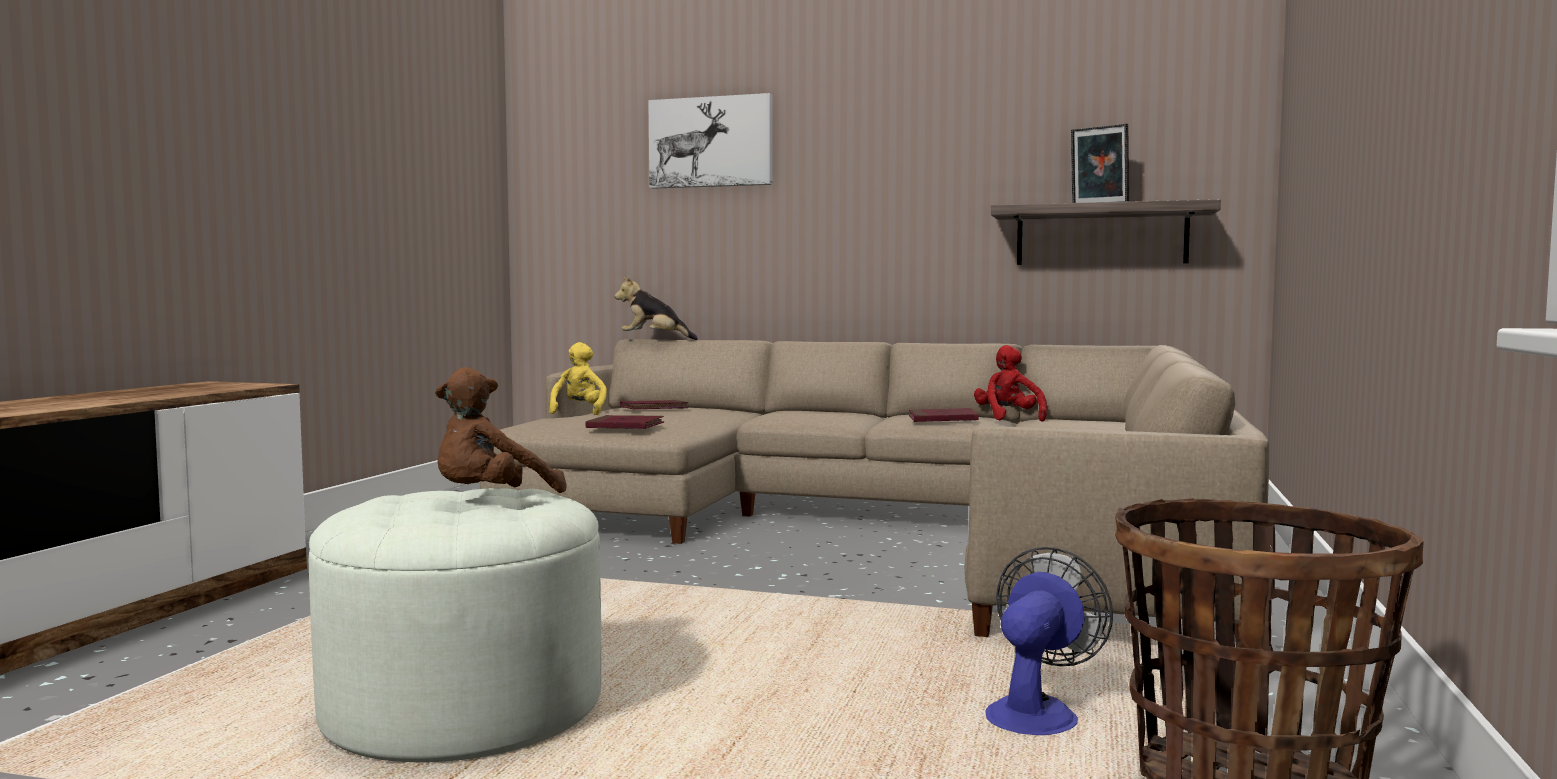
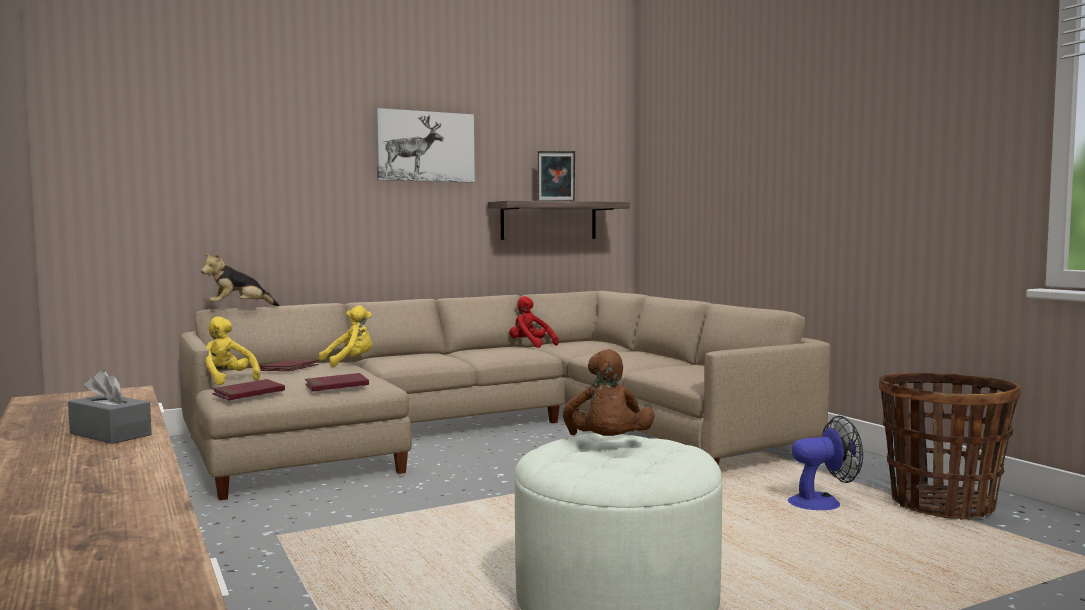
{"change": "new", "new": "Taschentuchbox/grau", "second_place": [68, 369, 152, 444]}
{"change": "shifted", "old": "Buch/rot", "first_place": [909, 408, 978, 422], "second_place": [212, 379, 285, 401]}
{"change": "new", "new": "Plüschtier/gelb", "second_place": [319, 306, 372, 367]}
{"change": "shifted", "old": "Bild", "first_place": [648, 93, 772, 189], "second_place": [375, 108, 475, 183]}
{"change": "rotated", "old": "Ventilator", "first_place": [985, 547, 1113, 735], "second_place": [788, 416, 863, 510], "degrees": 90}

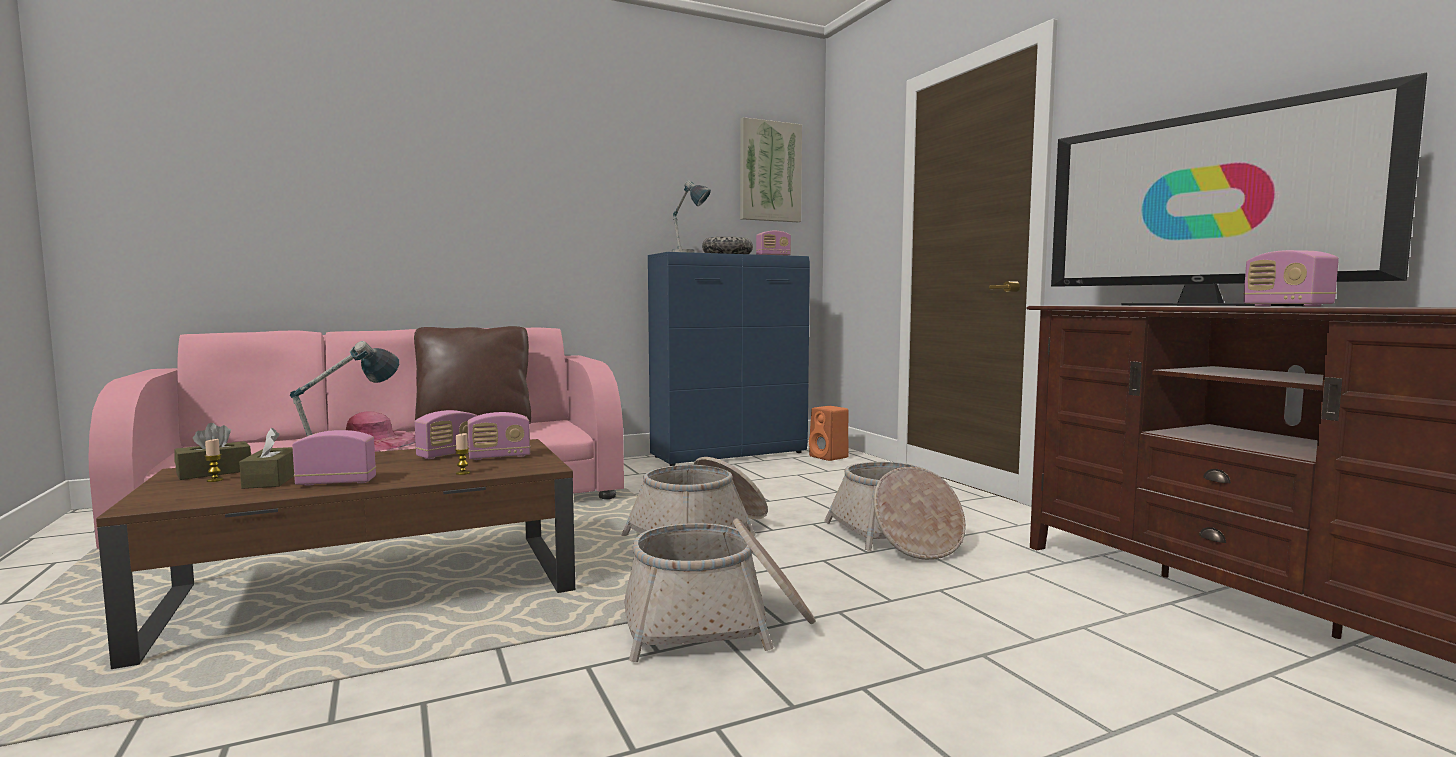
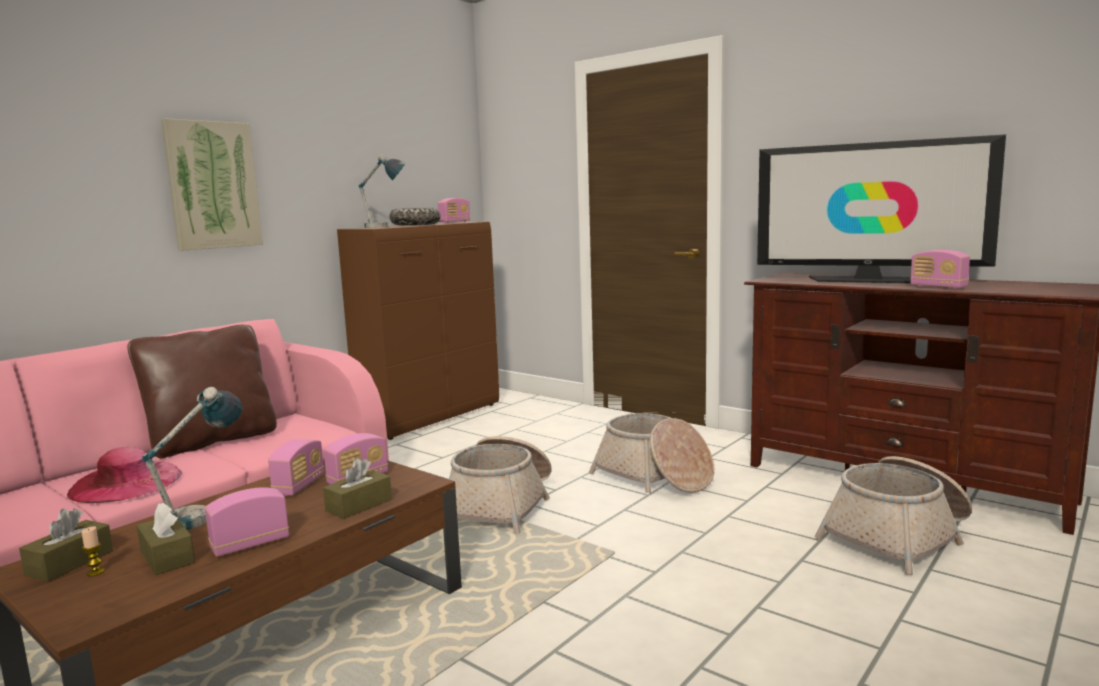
{"change": "shifted", "old": "Bild", "first_place": [740, 117, 802, 222], "second_place": [161, 118, 263, 251]}
{"change": "swapped", "old": "Kerze", "new": "Taschentuchbox/braun", "first_place": [455, 433, 470, 475], "second_place": [323, 458, 392, 519]}
{"change": "repainted", "old": "Schrank/blau", "new": "Schrank/braun", "first_place": [648, 252, 810, 466], "second_place": [337, 222, 499, 440]}
{"change": "shifted", "old": "Korb", "first_place": [624, 518, 815, 662], "second_place": [815, 456, 972, 575]}
{"change": "gone", "old": "Lautsprecher/orange", "first_place": [809, 406, 849, 461]}

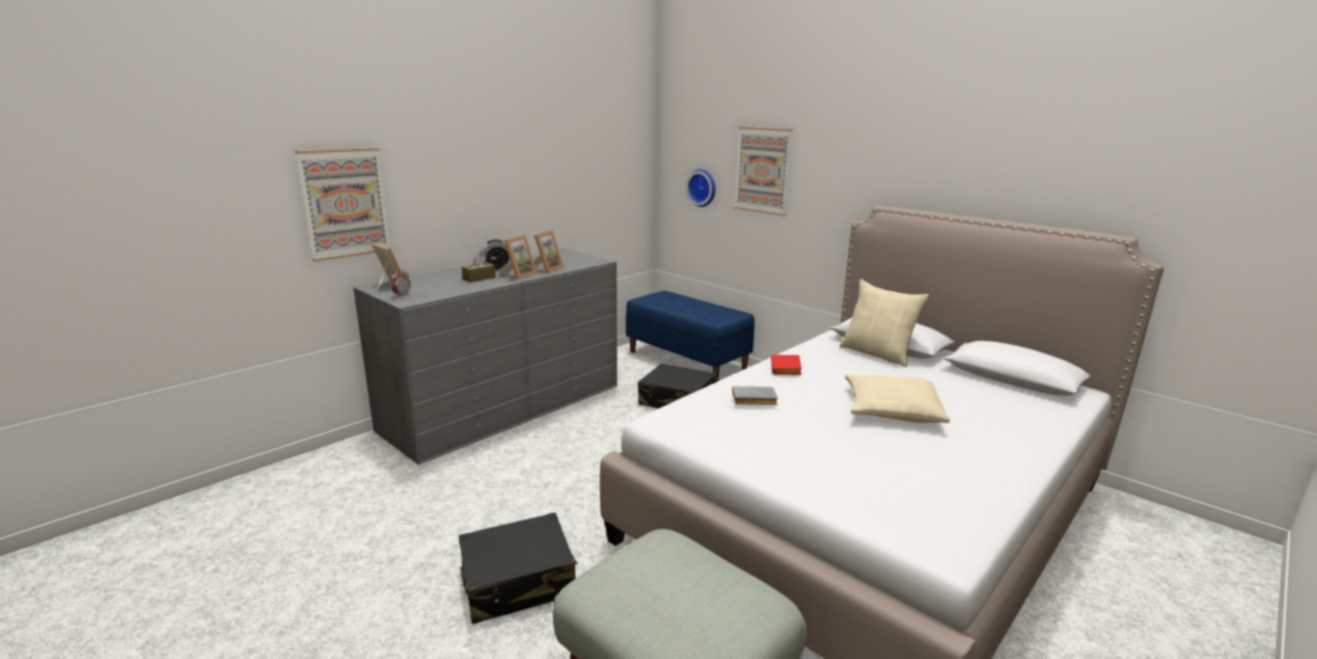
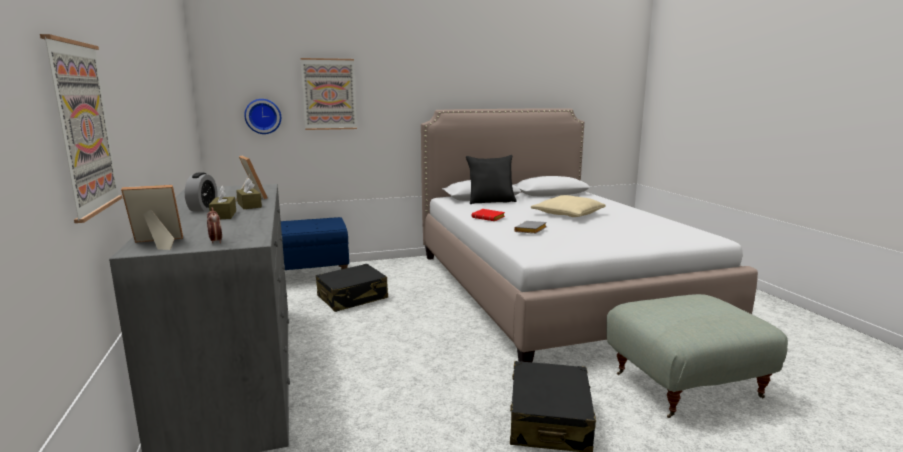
{"change": "swapped", "old": "Bilderrahmen", "new": "Taschentuchbox/braun", "first_place": [499, 235, 537, 280], "second_place": [236, 178, 262, 209]}
{"change": "repainted", "old": "Kissen/beige", "new": "Kissen/schwarz", "first_place": [839, 279, 929, 367], "second_place": [466, 155, 517, 204]}

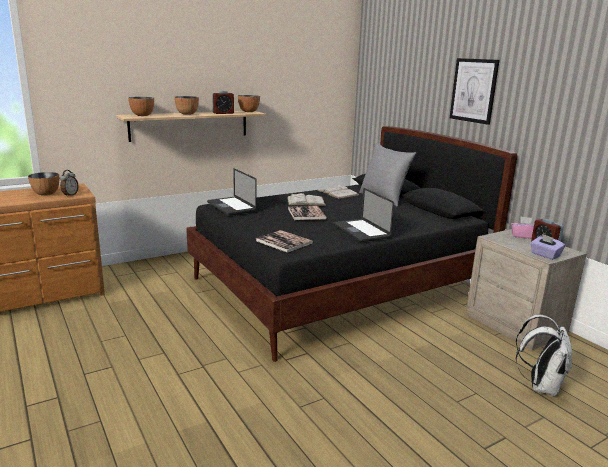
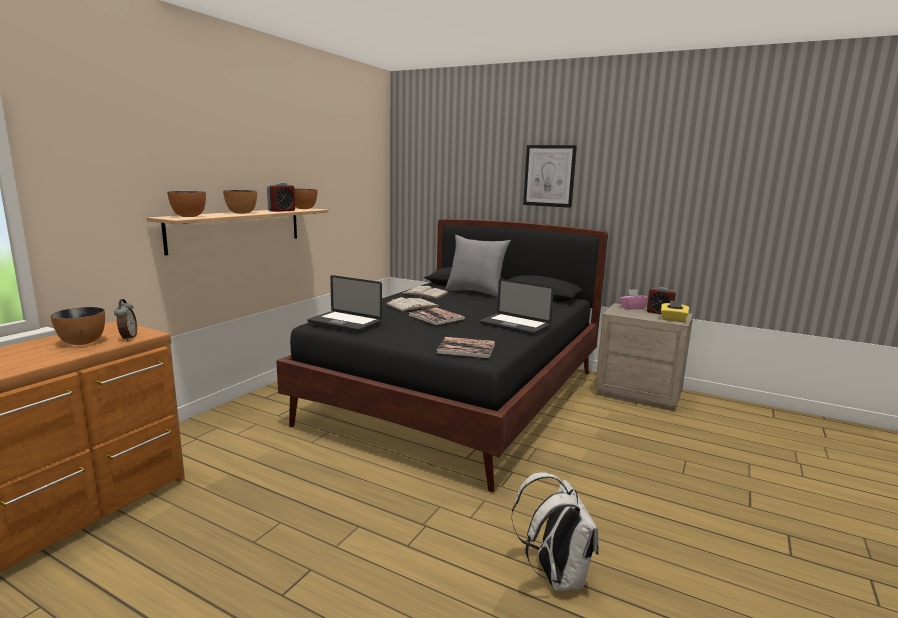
{"change": "shifted", "old": "Rucksack/weiß", "first_place": [516, 315, 572, 396], "second_place": [511, 472, 599, 591]}
{"change": "repainted", "old": "Taschentuchbox/lila", "new": "Taschentuchbox/gelb", "first_place": [530, 234, 565, 260], "second_place": [661, 300, 689, 322]}

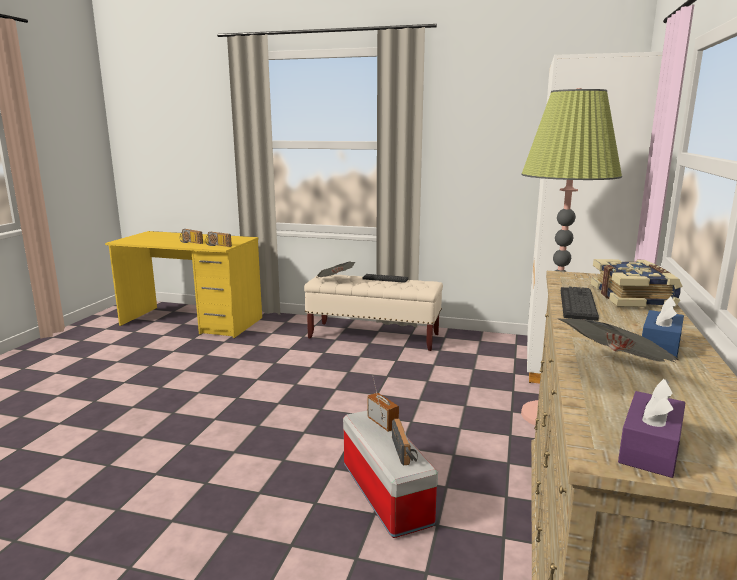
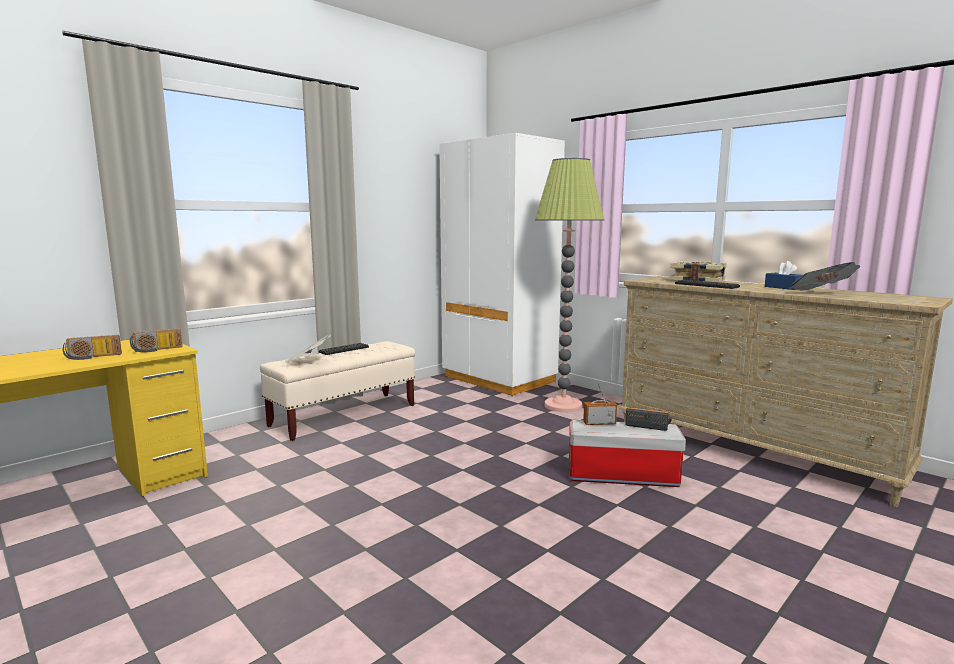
{"change": "gone", "old": "Taschentuchbox/lila", "first_place": [618, 379, 685, 478]}

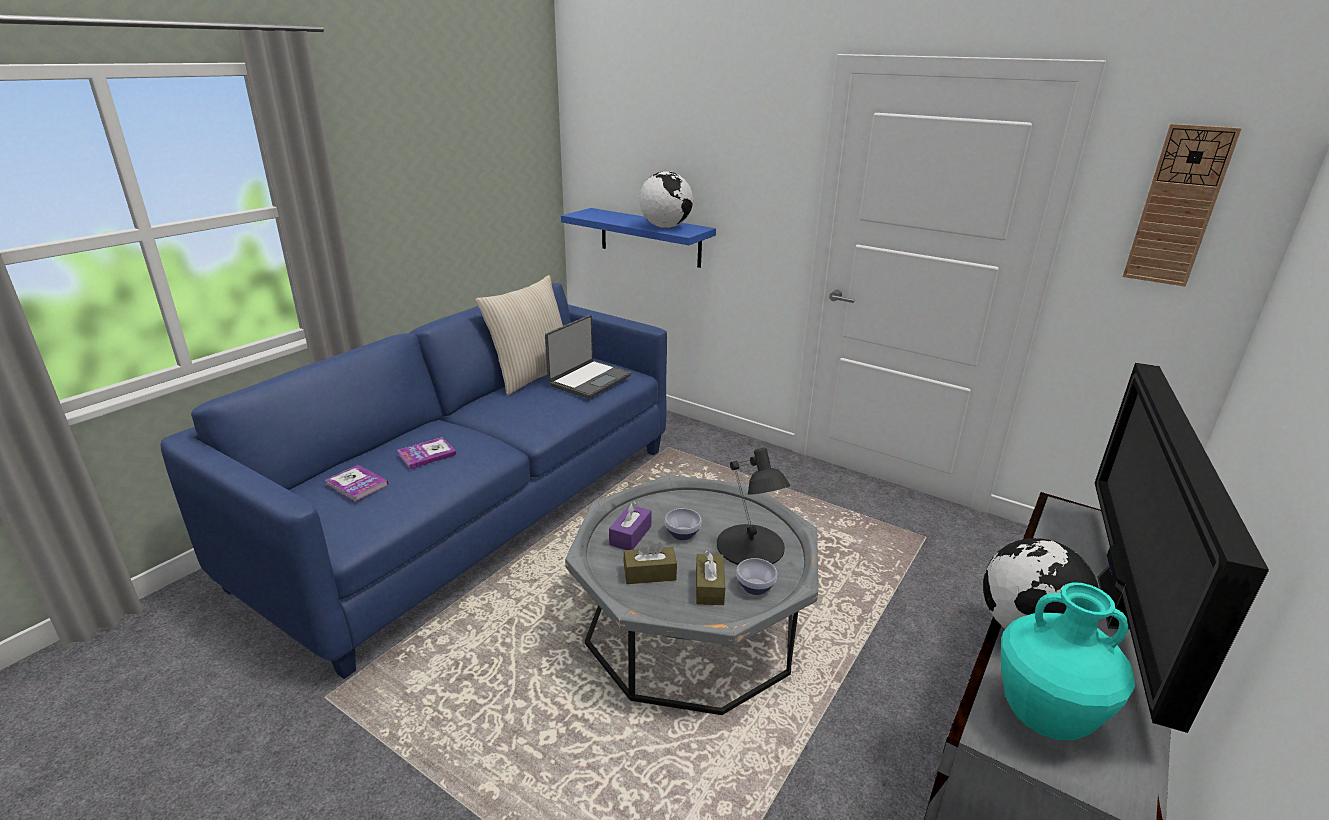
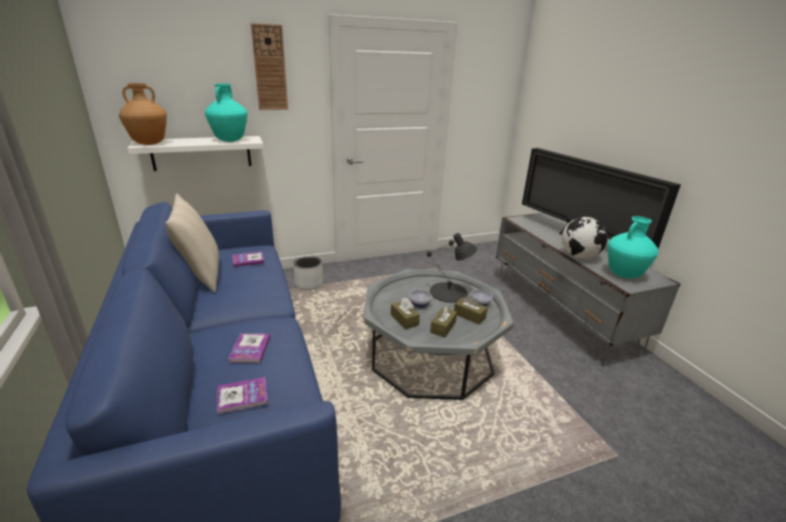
{"change": "new", "new": "Vase/braun", "second_place": [119, 83, 167, 145]}
{"change": "repainted", "old": "Wandregal/blau", "new": "Wandregal/weiß", "first_place": [561, 208, 716, 268], "second_place": [127, 136, 264, 171]}
{"change": "swapped", "old": "Globus", "new": "Vase/türkis", "first_place": [639, 171, 693, 228], "second_place": [205, 84, 248, 142]}
{"change": "swapped", "old": "Laptop", "new": "Buch", "first_place": [545, 315, 631, 399], "second_place": [232, 252, 264, 267]}
{"change": "shifted", "old": "Wanduhr", "first_place": [1123, 124, 1242, 287], "second_place": [251, 23, 288, 110]}
{"change": "new", "new": "Pflanzkübel/grau", "second_place": [294, 256, 323, 290]}
{"change": "repainted", "old": "Taschentuchbox/lila", "new": "Taschentuchbox/braun", "first_place": [609, 501, 652, 550], "second_place": [391, 298, 420, 329]}

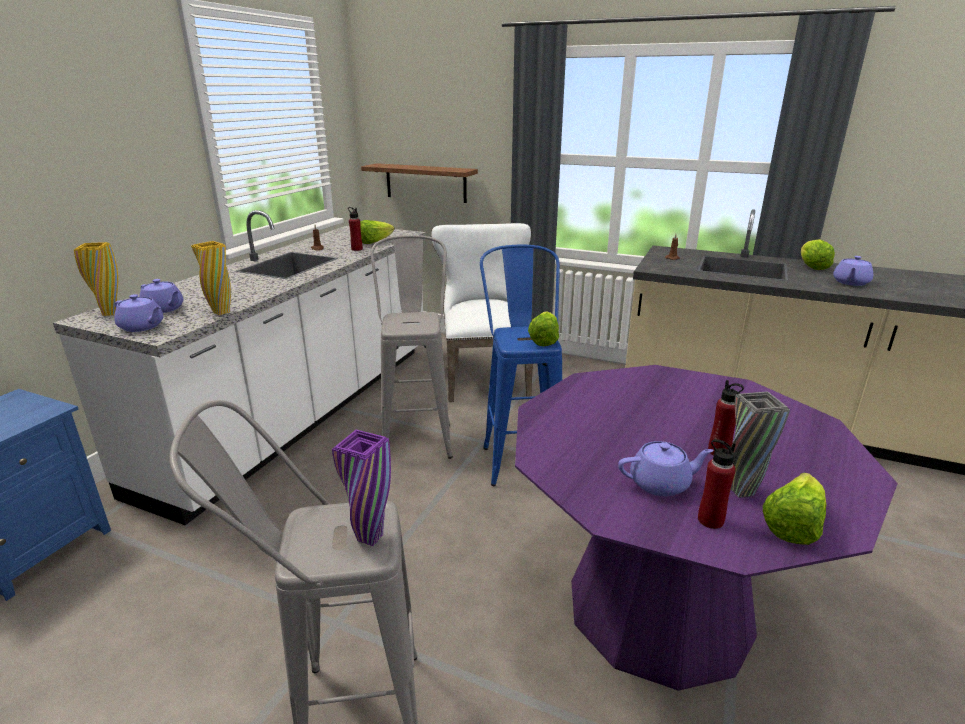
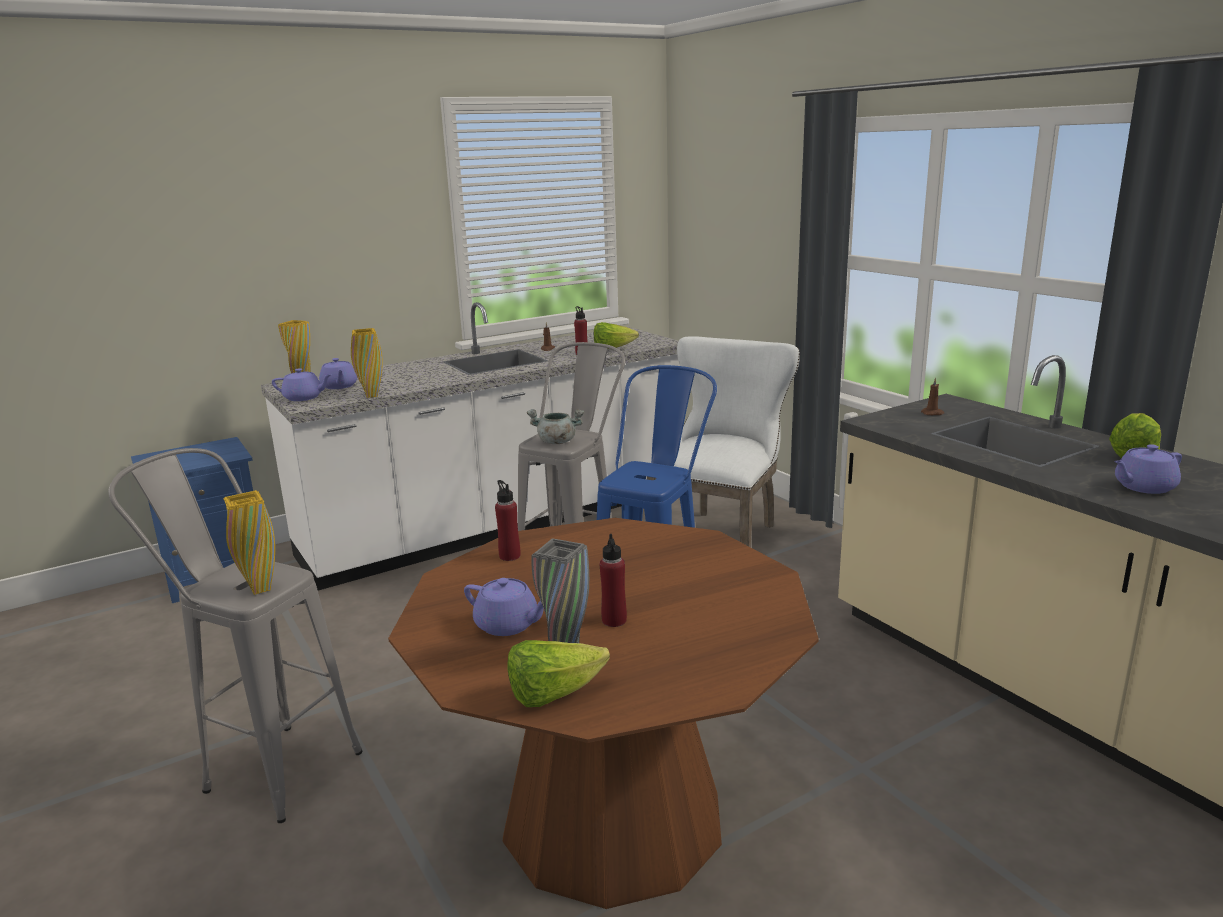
{"change": "repainted", "old": "Vase/lila", "new": "Vase/gelb", "first_place": [332, 430, 391, 546], "second_place": [223, 490, 275, 595]}
{"change": "rotated", "old": "Teekanne/lila", "first_place": [114, 294, 163, 332], "second_place": [272, 368, 332, 401], "degrees": -60}
{"change": "repainted", "old": "Esstisch/lila", "new": "Esstisch/braun", "first_place": [515, 365, 898, 691], "second_place": [388, 518, 819, 909]}
{"change": "shifted", "old": "Flasche/rot", "first_place": [698, 439, 736, 529], "second_place": [495, 480, 520, 561]}
{"change": "new", "new": "Kochtopf/grau", "second_place": [527, 409, 584, 444]}
{"change": "gone", "old": "Wandregal", "first_place": [361, 163, 478, 203]}
{"change": "gone", "old": "Salatkopf", "first_place": [528, 311, 559, 346]}

